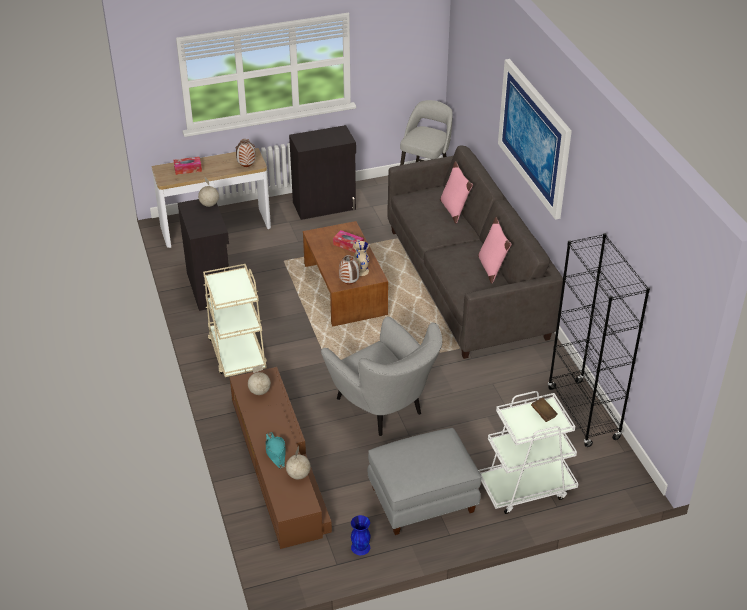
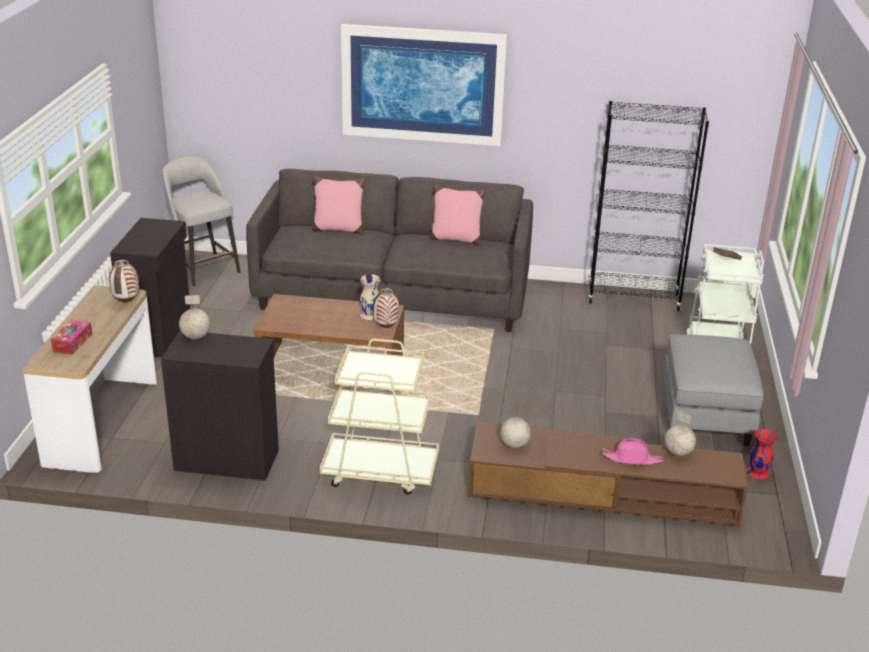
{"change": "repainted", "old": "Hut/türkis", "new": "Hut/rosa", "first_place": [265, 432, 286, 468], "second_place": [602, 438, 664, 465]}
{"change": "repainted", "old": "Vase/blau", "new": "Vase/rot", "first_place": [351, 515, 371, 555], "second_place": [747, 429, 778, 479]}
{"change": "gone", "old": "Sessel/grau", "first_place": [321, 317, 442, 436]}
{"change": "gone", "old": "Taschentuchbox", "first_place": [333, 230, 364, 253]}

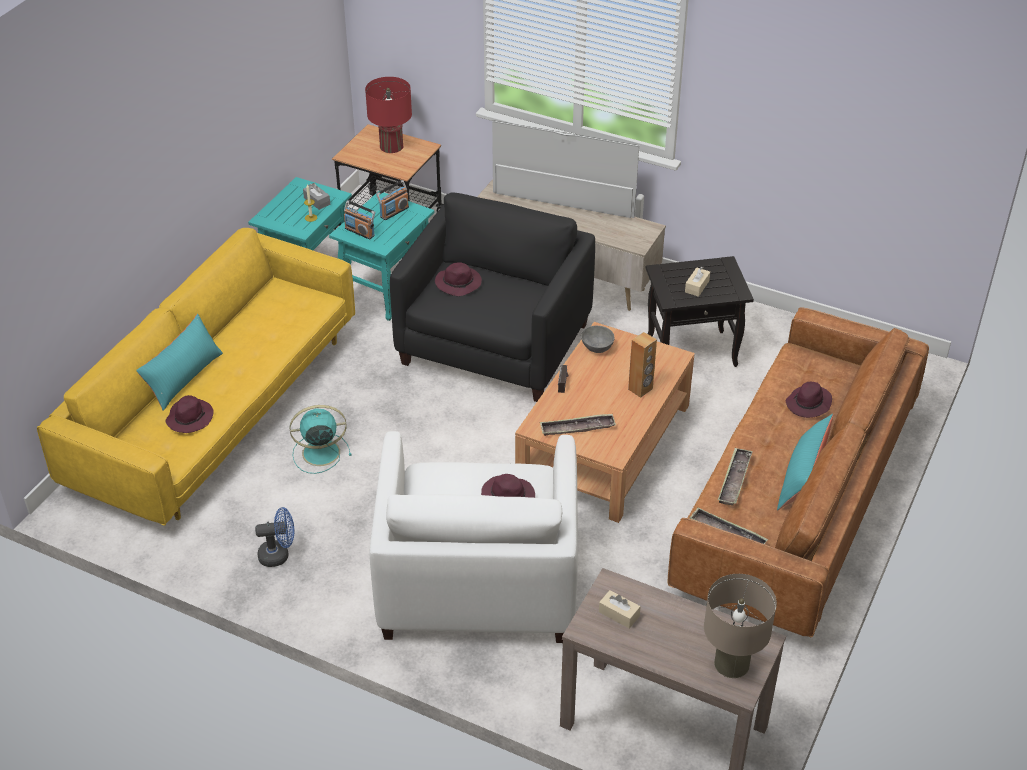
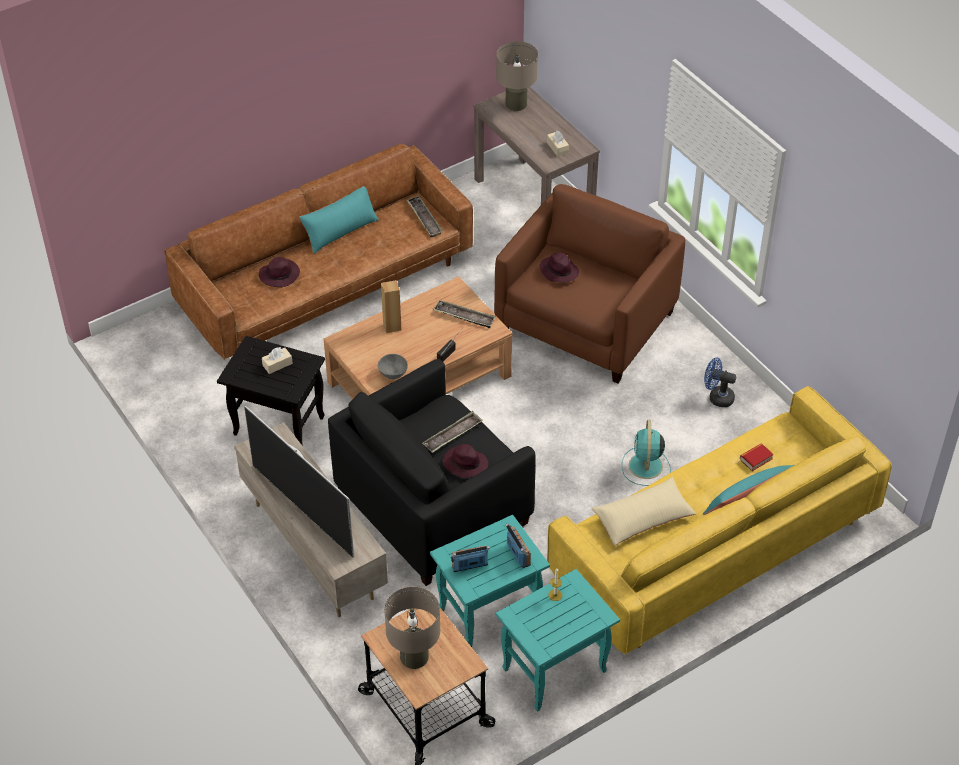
{"change": "repainted", "old": "Tischlampe/rot", "new": "Tischlampe/beige", "first_place": [365, 77, 412, 153], "second_place": [384, 587, 440, 669]}
{"change": "shifted", "old": "Tablett", "first_place": [718, 448, 753, 506], "second_place": [423, 411, 483, 453]}
{"change": "repainted", "old": "Sessel/weiß", "new": "Sessel/braun", "first_place": [369, 431, 578, 643], "second_place": [494, 184, 685, 384]}
{"change": "new", "new": "Kissen/beige", "second_place": [591, 477, 696, 546]}
{"change": "rotated", "old": "Ventilator/türkis", "first_place": [289, 405, 351, 474], "second_place": [622, 419, 671, 486], "degrees": 75}
{"change": "swapped", "old": "Hut/lila", "new": "Buch", "first_place": [166, 395, 214, 433], "second_place": [740, 444, 774, 471]}
{"change": "gone", "old": "Taschentuchbox/grau", "first_place": [303, 183, 330, 210]}

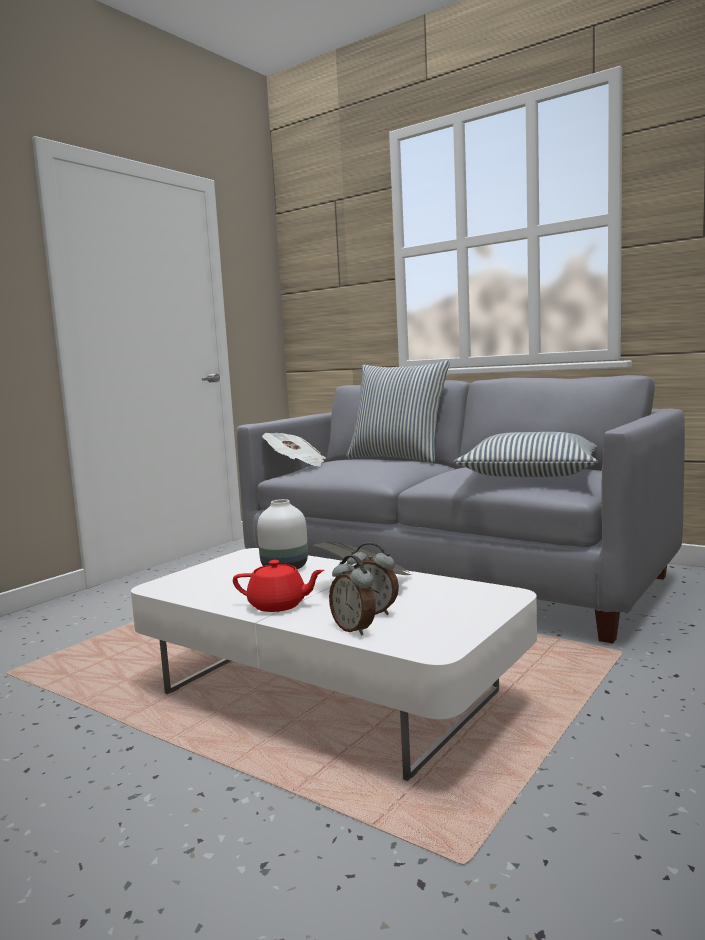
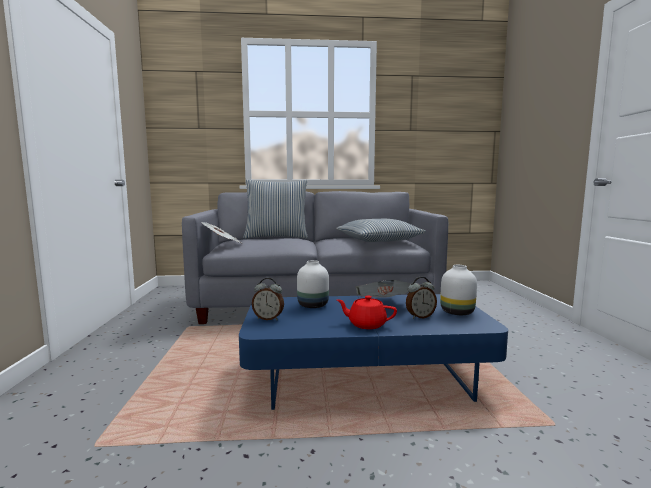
{"change": "repainted", "old": "Couchtisch/weiß", "new": "Couchtisch/blau", "first_place": [131, 548, 537, 781], "second_place": [239, 294, 508, 410]}
{"change": "shifted", "old": "Wecker", "first_place": [329, 555, 376, 636], "second_place": [252, 278, 284, 320]}
{"change": "rotated", "old": "Teekanne/rot", "first_place": [233, 560, 324, 612], "second_place": [337, 295, 397, 329], "degrees": -135}
{"change": "new", "new": "Vase/weiß", "second_place": [440, 265, 477, 315]}

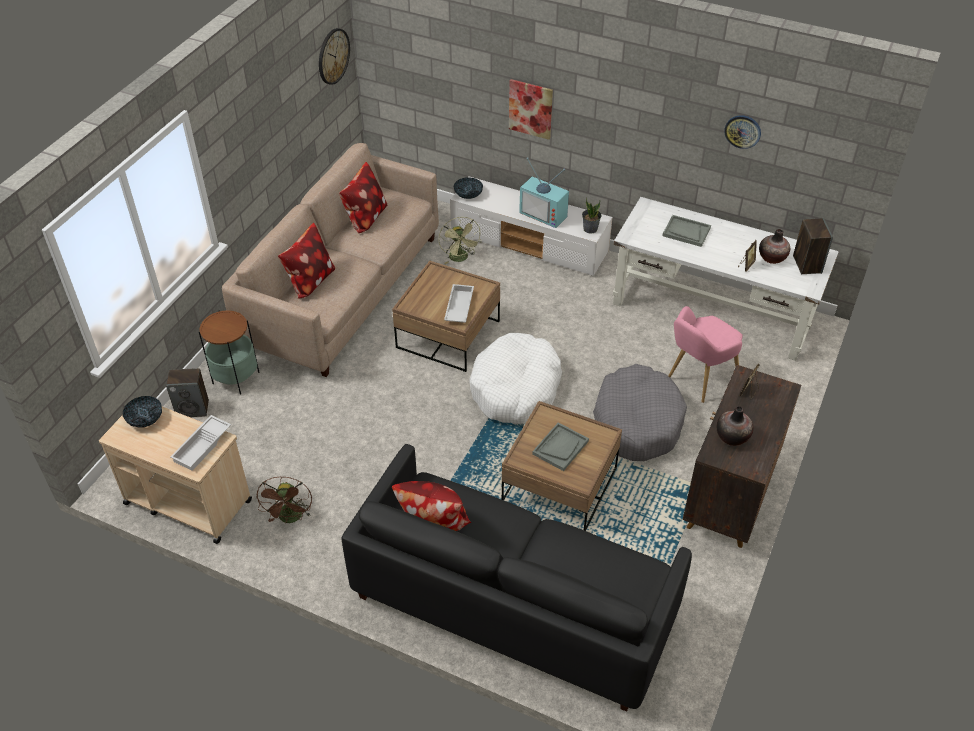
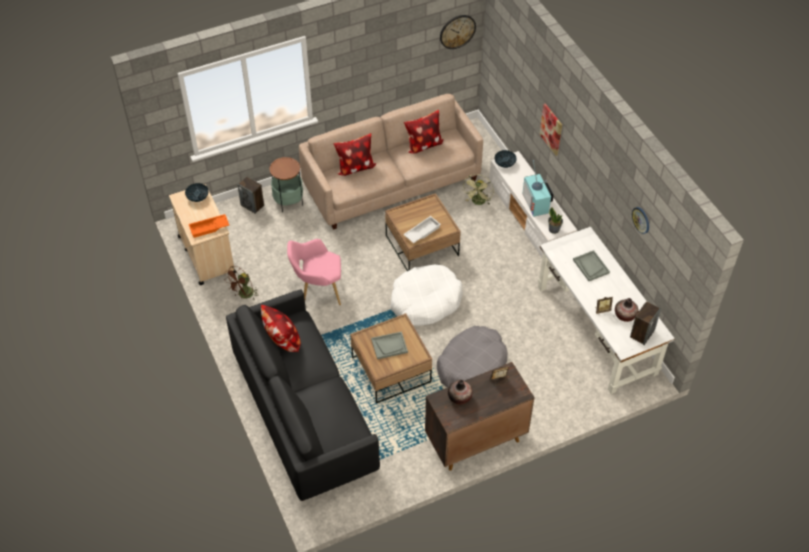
{"change": "repainted", "old": "Tablett/weiß", "new": "Tablett/orange", "first_place": [170, 415, 231, 471], "second_place": [189, 214, 229, 238]}
{"change": "shifted", "old": "Sessel/rosa", "first_place": [668, 306, 743, 403], "second_place": [287, 239, 341, 305]}

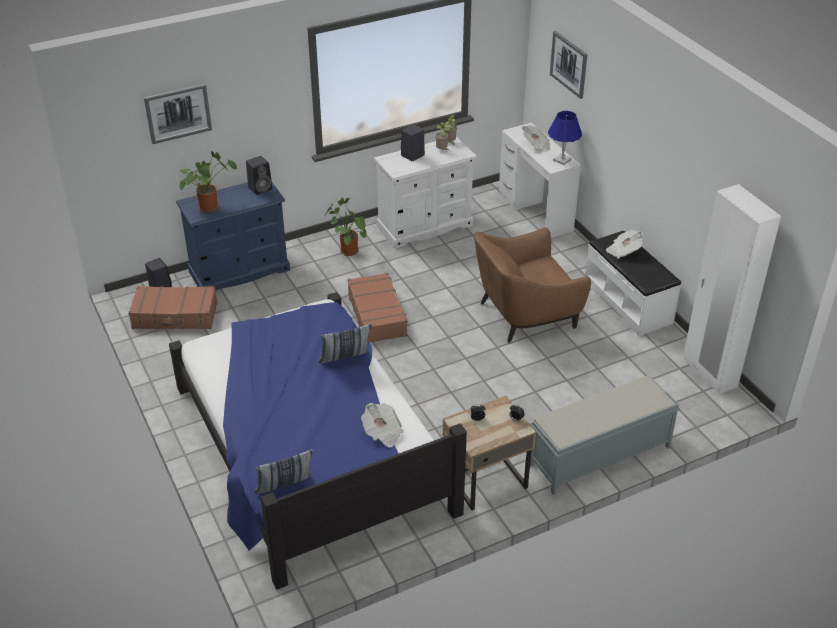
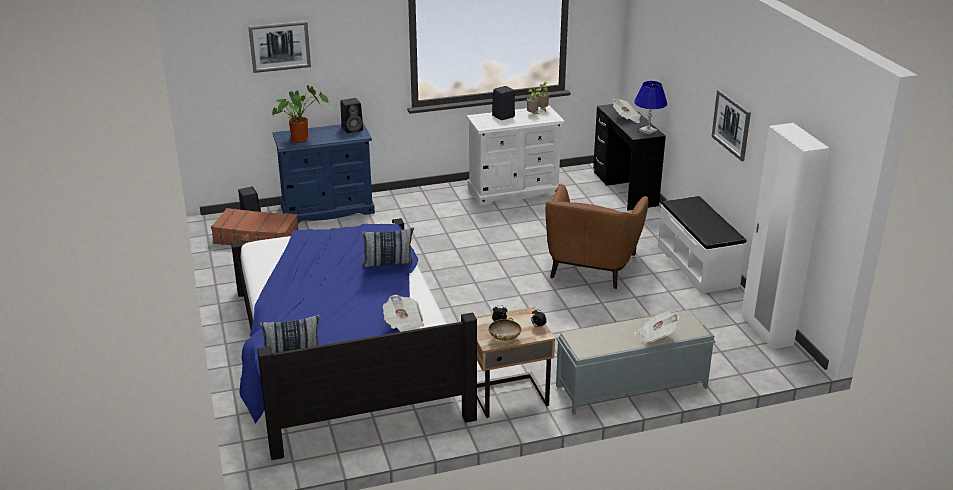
{"change": "new", "new": "Schüssel/beige", "second_place": [488, 318, 521, 341]}
{"change": "rotated", "old": "Sessel/braun", "first_place": [474, 227, 591, 343], "second_place": [545, 184, 648, 289], "degrees": -60}
{"change": "repainted", "old": "Schreibtisch/weiß", "new": "Schreibtisch/schwarz", "first_place": [499, 123, 581, 238], "second_place": [593, 104, 666, 211]}
{"change": "shifted", "old": "Zeitung", "first_place": [606, 229, 644, 259], "second_place": [634, 311, 680, 344]}
{"change": "shifted", "old": "Bild", "first_place": [550, 31, 587, 99], "second_place": [711, 89, 751, 161]}
{"change": "gone", "old": "Topfpflanze", "first_place": [325, 198, 367, 256]}
{"change": "gone", "old": "Koffer/braun", "first_place": [347, 273, 409, 342]}

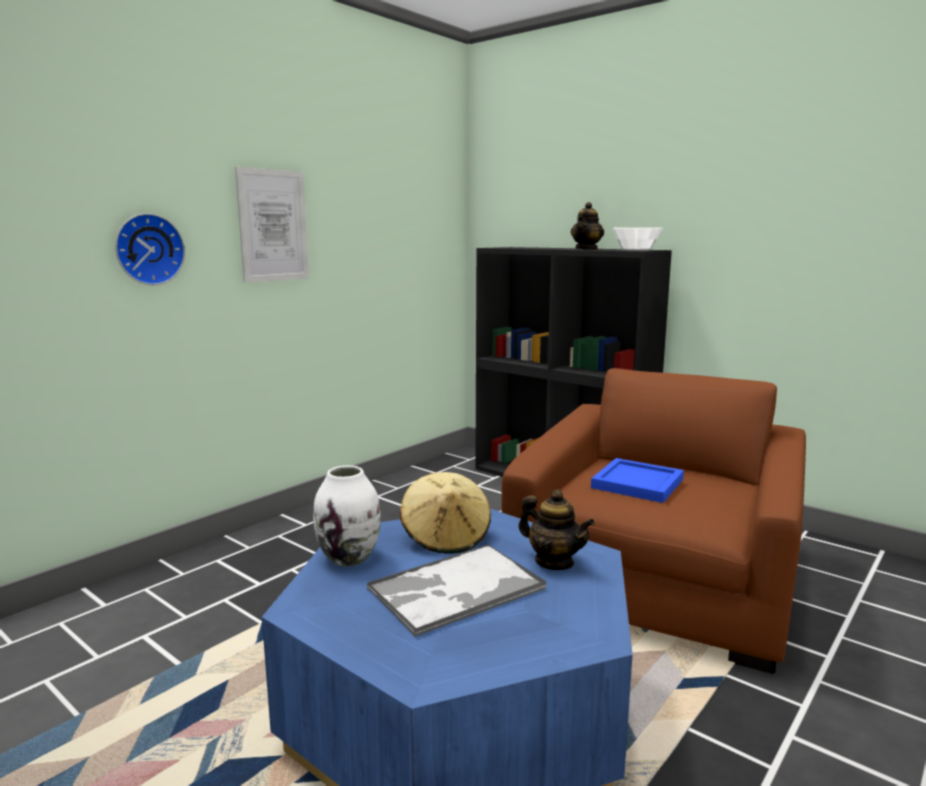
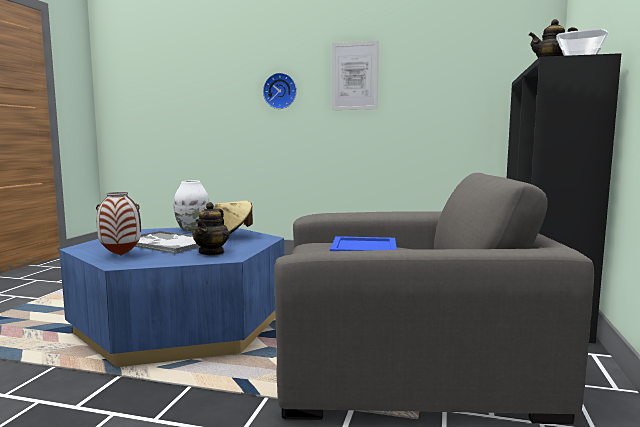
{"change": "new", "new": "Vase", "second_place": [96, 192, 141, 256]}
{"change": "repainted", "old": "Sessel/braun", "new": "Sessel/grau", "first_place": [501, 368, 806, 674], "second_place": [274, 173, 594, 424]}

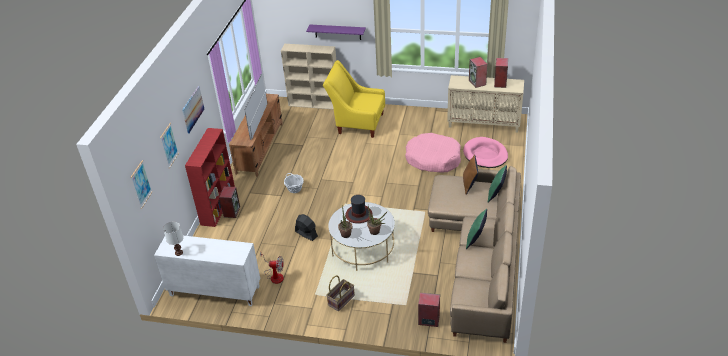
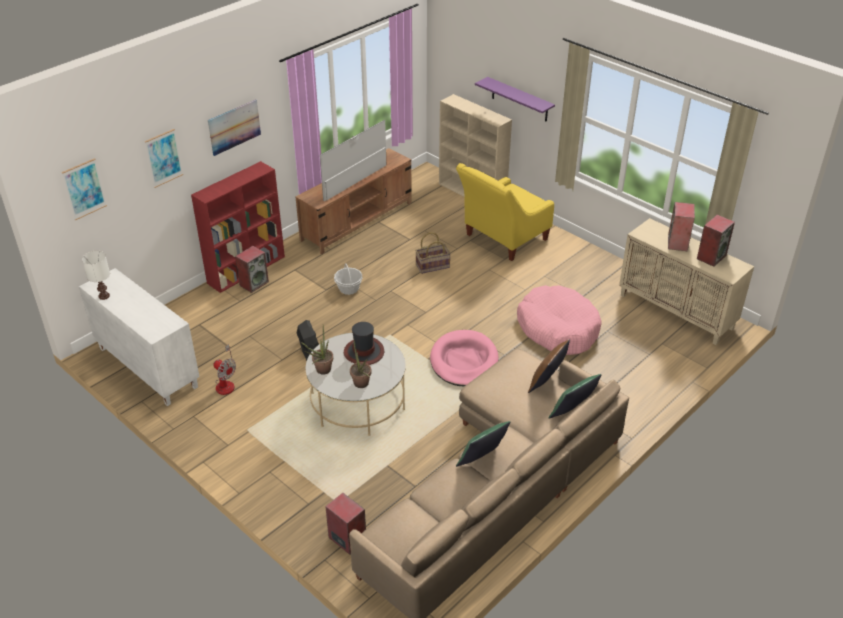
{"change": "shifted", "old": "Korb", "first_place": [326, 275, 355, 312], "second_place": [415, 232, 451, 274]}
{"change": "shifted", "old": "Hundebett/rosa", "first_place": [463, 137, 508, 168], "second_place": [430, 330, 498, 386]}
{"change": "rotated", "old": "Sessel/gelb", "first_place": [323, 60, 385, 138], "second_place": [456, 163, 554, 261], "degrees": -90}

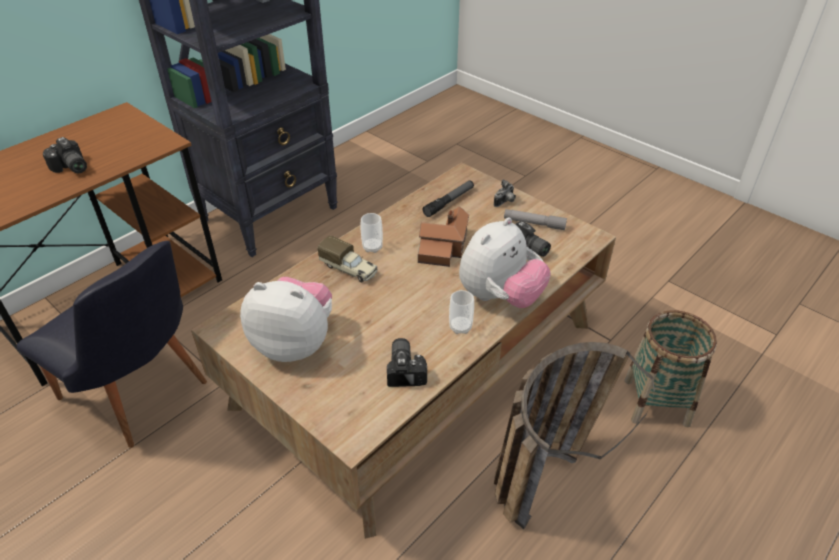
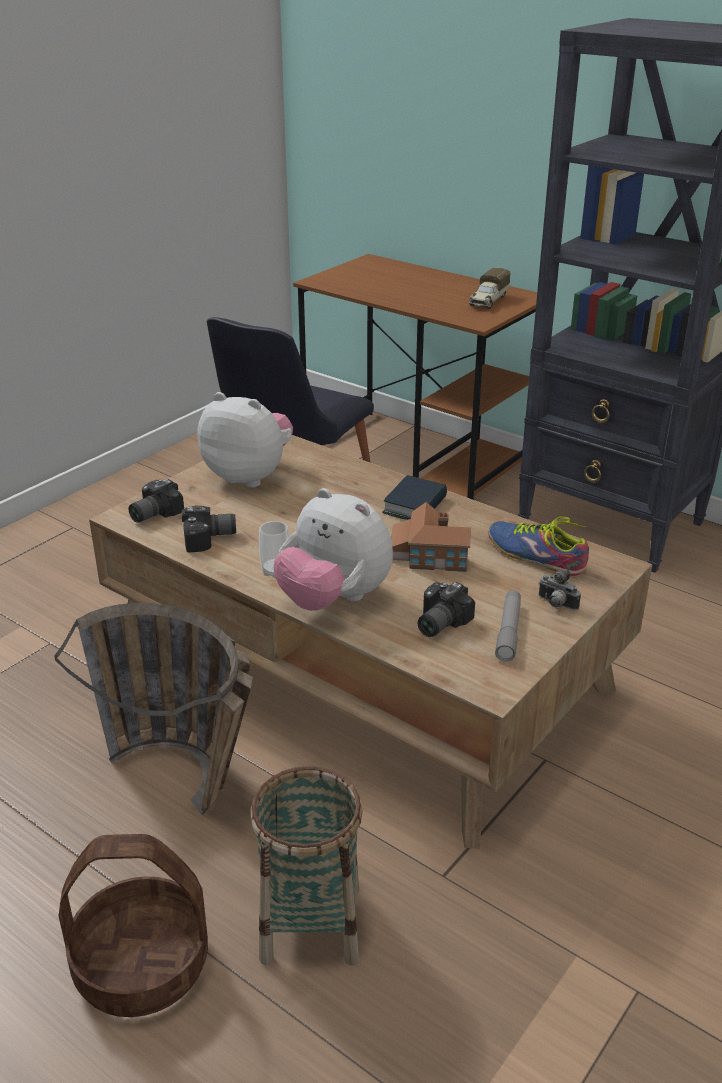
{"change": "new", "new": "Korb", "second_place": [59, 834, 208, 1017]}
{"change": "shifted", "old": "Kamera", "first_place": [43, 137, 87, 173], "second_place": [129, 479, 184, 522]}
{"change": "rotated", "old": "Plüschtier", "first_place": [240, 277, 332, 362], "second_place": [198, 392, 293, 488], "degrees": -75}
{"change": "swapped", "old": "Tasse", "new": "Buch", "first_place": [361, 213, 383, 253], "second_place": [382, 475, 447, 520]}
{"change": "shifted", "old": "Spielzeuglaster", "first_place": [318, 236, 378, 283], "second_place": [469, 268, 511, 309]}
{"change": "swapped", "old": "Taschenlampe", "new": "Schuh", "first_place": [423, 180, 474, 217], "second_place": [488, 516, 589, 576]}

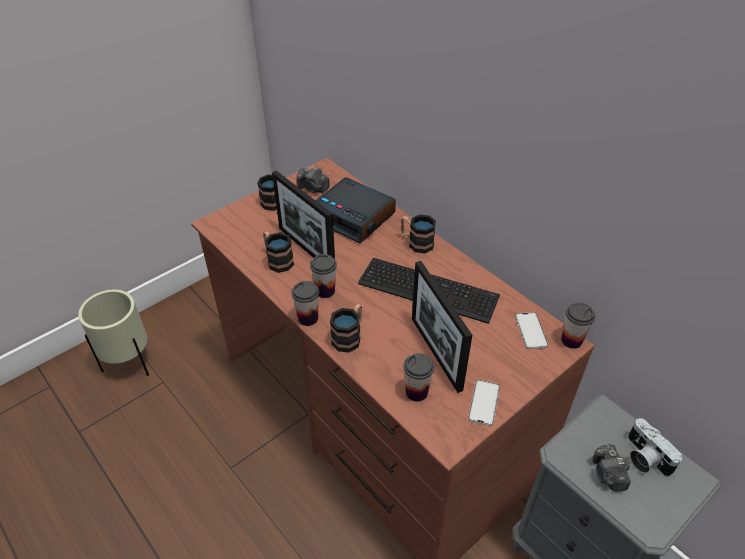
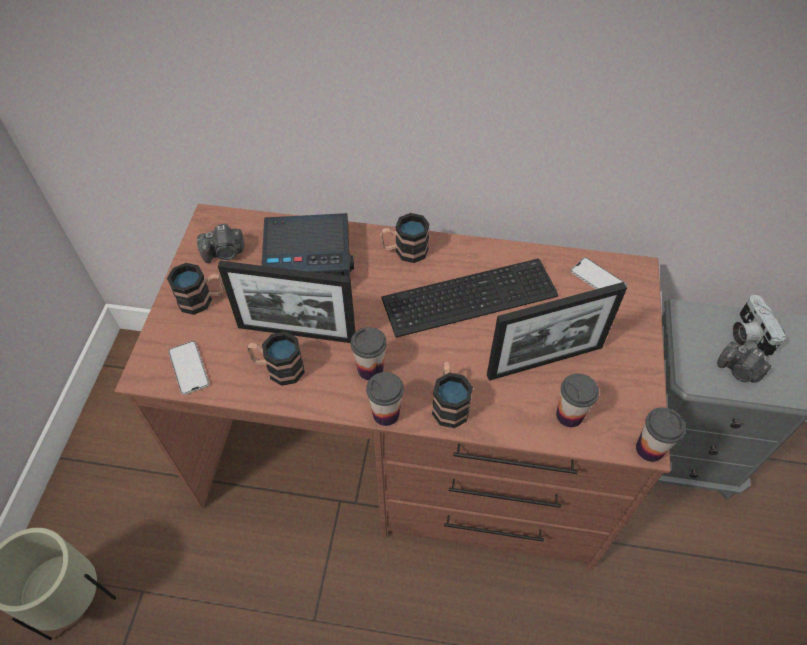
{"change": "shifted", "old": "Handy", "first_place": [468, 380, 500, 426], "second_place": [168, 341, 209, 395]}
{"change": "rotated", "old": "Bilderrahmen", "first_place": [412, 261, 472, 393], "second_place": [487, 282, 627, 381], "degrees": -45}
{"change": "shifted", "old": "Tasse", "first_place": [561, 302, 595, 349], "second_place": [636, 407, 686, 462]}
{"change": "rotated", "old": "Kamera", "first_place": [628, 418, 682, 477], "second_place": [732, 295, 786, 357], "degrees": 60}

